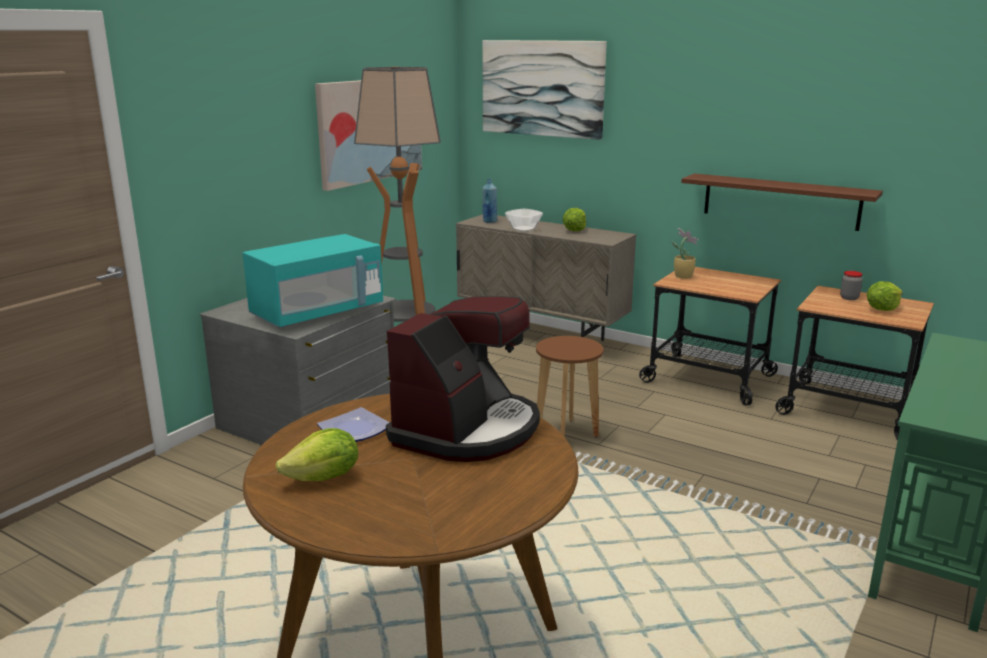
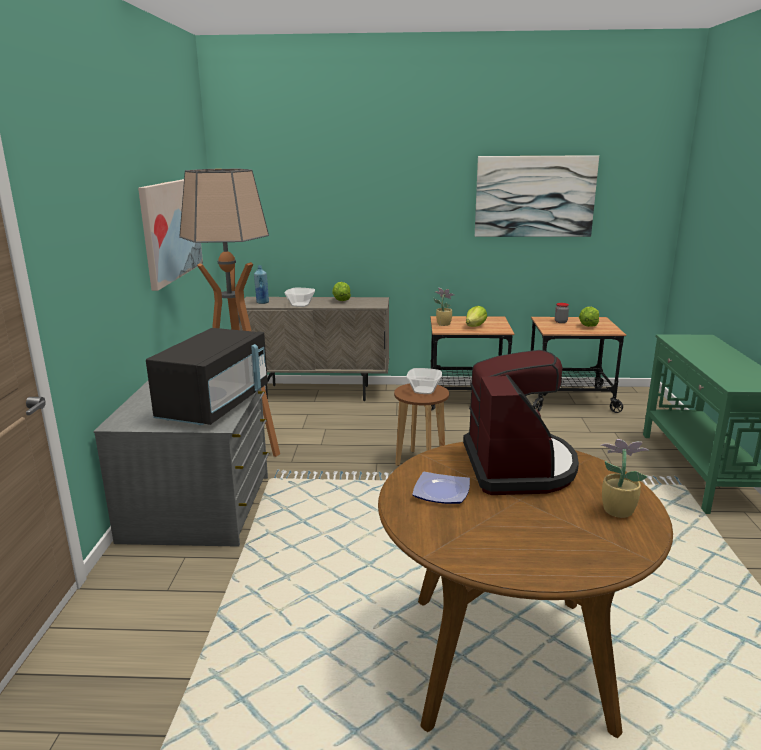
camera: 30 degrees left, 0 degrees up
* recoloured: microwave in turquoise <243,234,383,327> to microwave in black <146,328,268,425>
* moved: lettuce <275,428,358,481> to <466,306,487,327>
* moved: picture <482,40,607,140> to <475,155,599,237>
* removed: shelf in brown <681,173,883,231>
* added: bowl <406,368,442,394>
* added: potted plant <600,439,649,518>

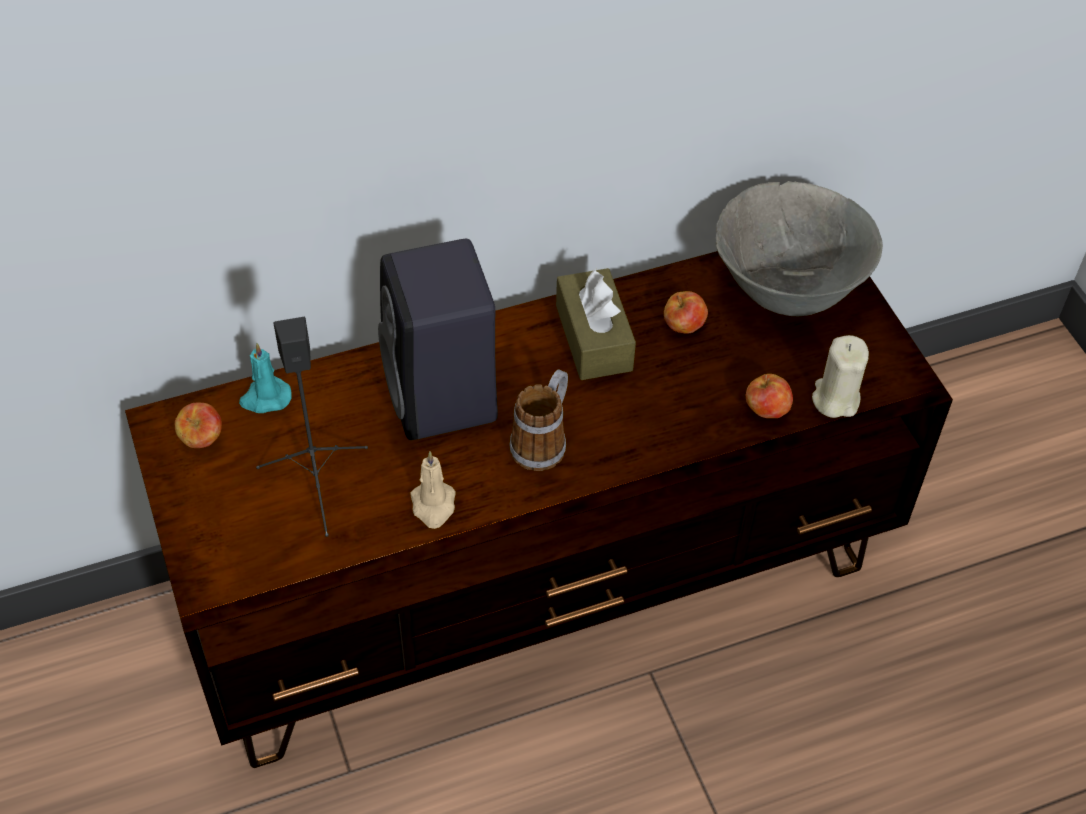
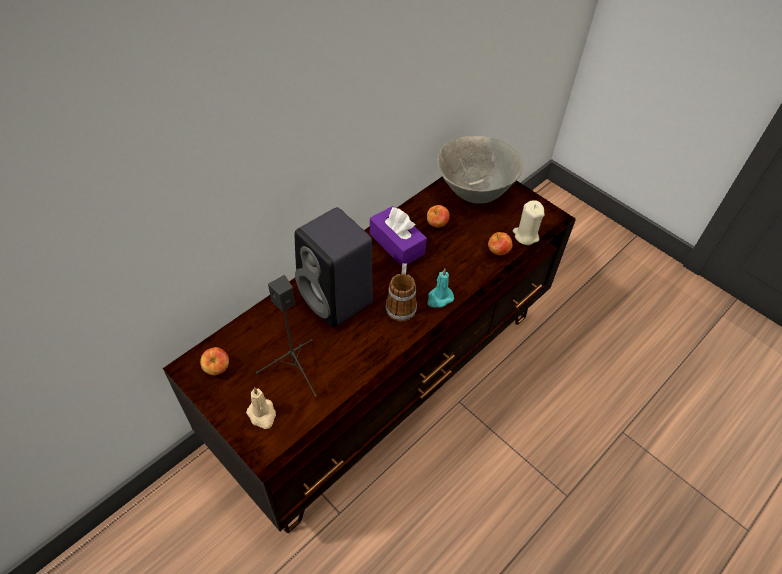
camera: 25 degrees left, 0 degrees up
* moved: candle in turquoise <239,343,292,413> to <427,268,454,308>
* moved: candle in beige <410,451,456,529> to <246,387,276,429>
* recoloured: tissue box in brown <556,268,636,380> to tissue box in purple <370,206,427,266>

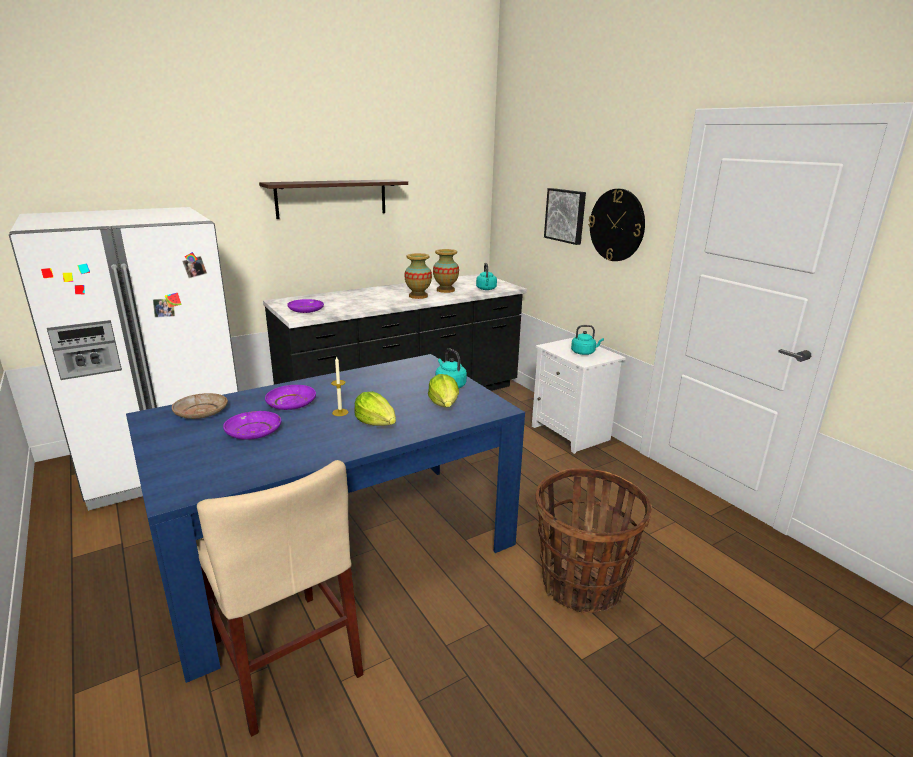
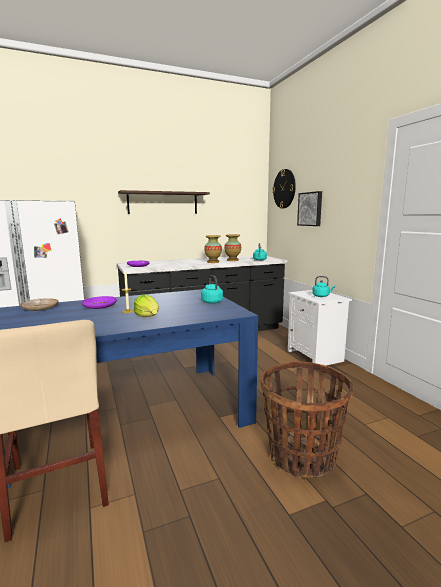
camera: 10 degrees right, 10 degrees down
* removed: plate in purple <223,411,281,440>
* removed: lettuce <428,374,459,407>
* moved: wall clock <588,189,645,261> to <272,169,296,209>

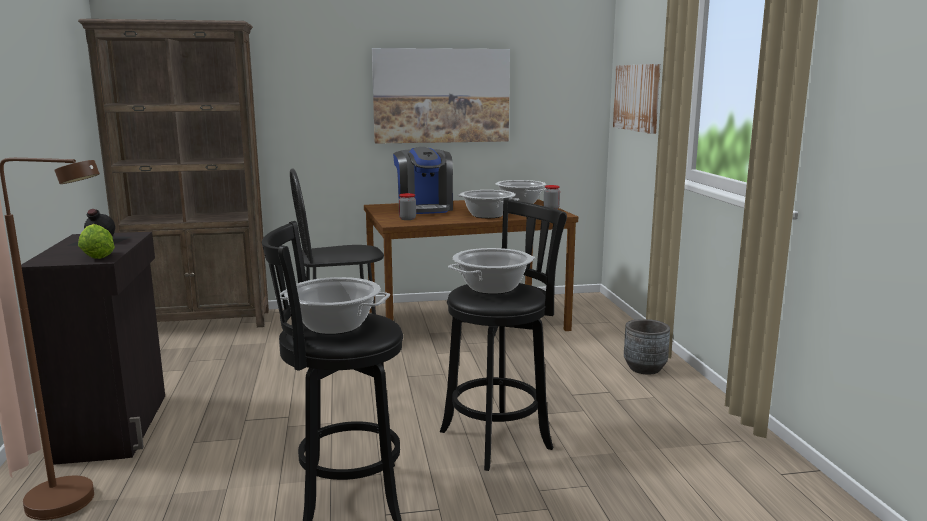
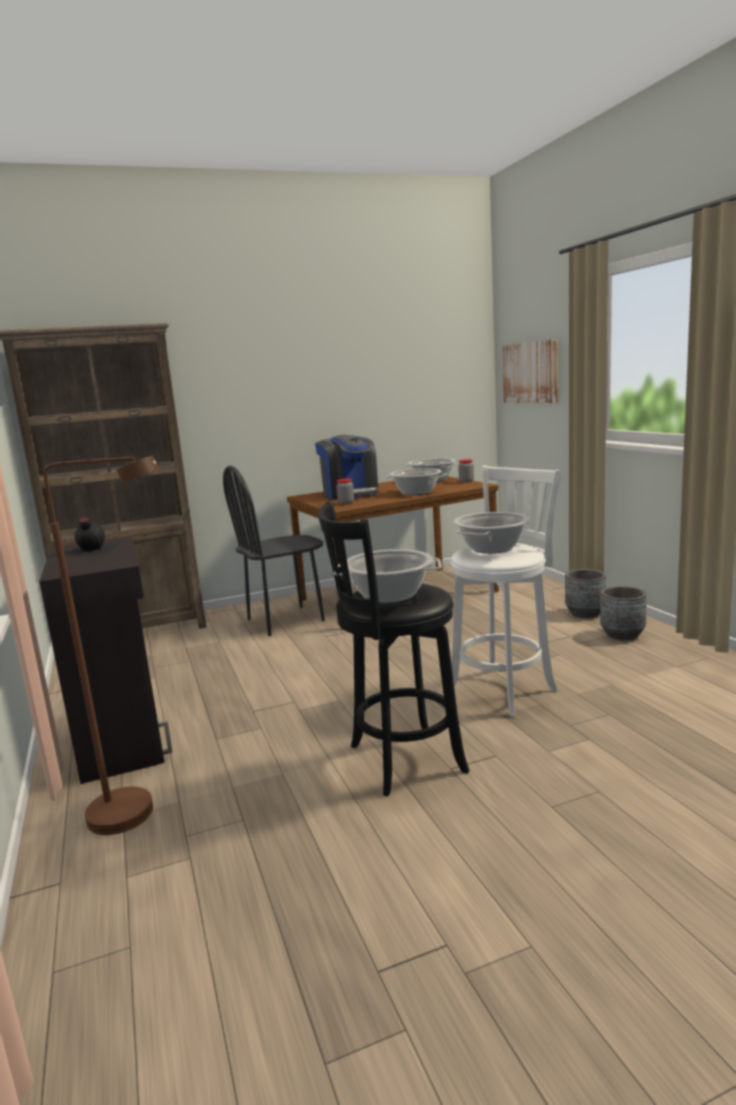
camera: 10 degrees left, 0 degrees up
* removed: lettuce <78,224,115,259>
* removed: picture <372,48,510,144>
* recoloured: stool in black <440,198,567,471> to stool in white <451,465,562,717>
* added: planter in grey <600,586,647,640>

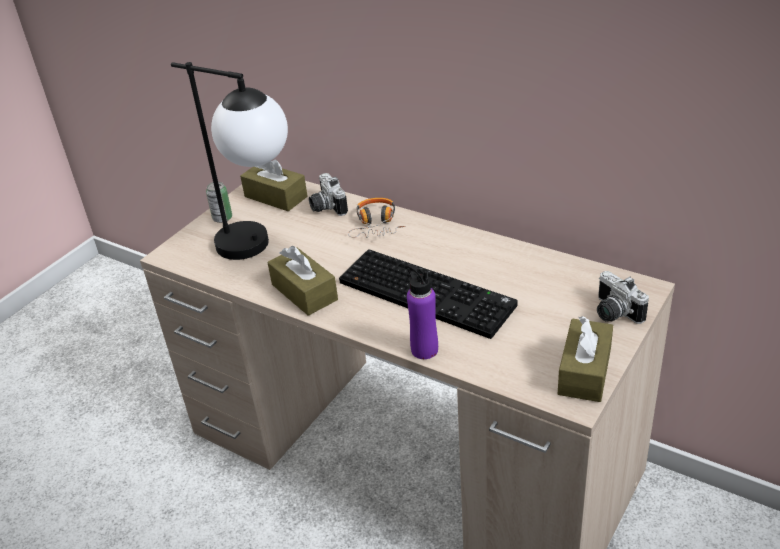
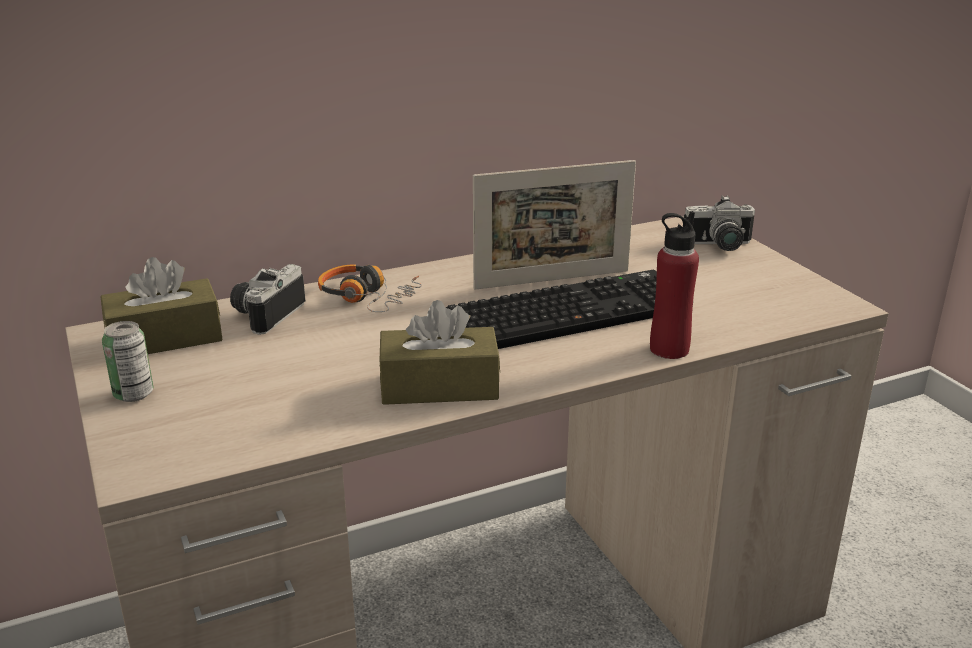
camera: 60 degrees left, 10 degrees down
* removed: table lamp <171,62,288,260>
* turned: photo camera <309,173,348,216> = <230,264,305,335> 105 degrees clockwise
* recoloured: bottle in purple <406,265,438,359> to bottle in red <650,211,699,359>
* removed: tissue box in brown <558,316,613,402>
* added: picture frame <473,160,636,289>

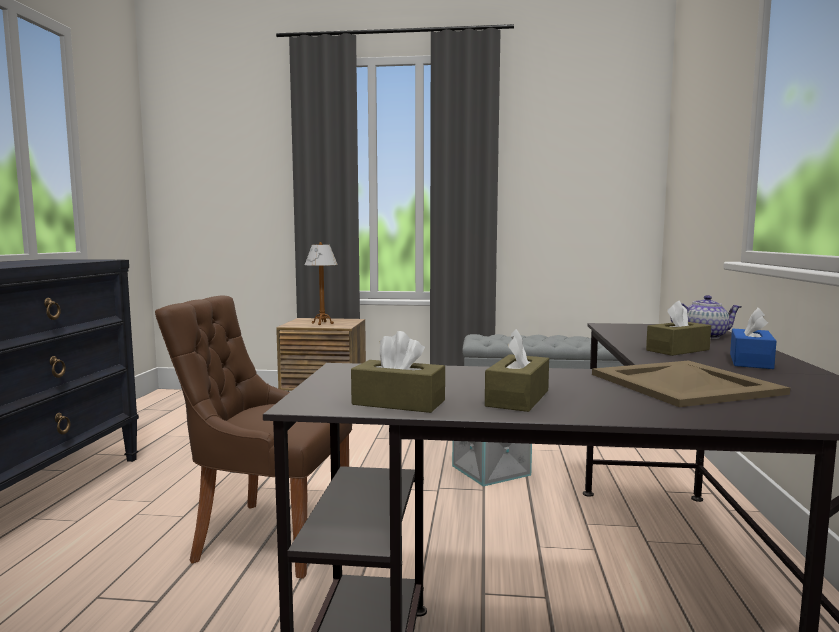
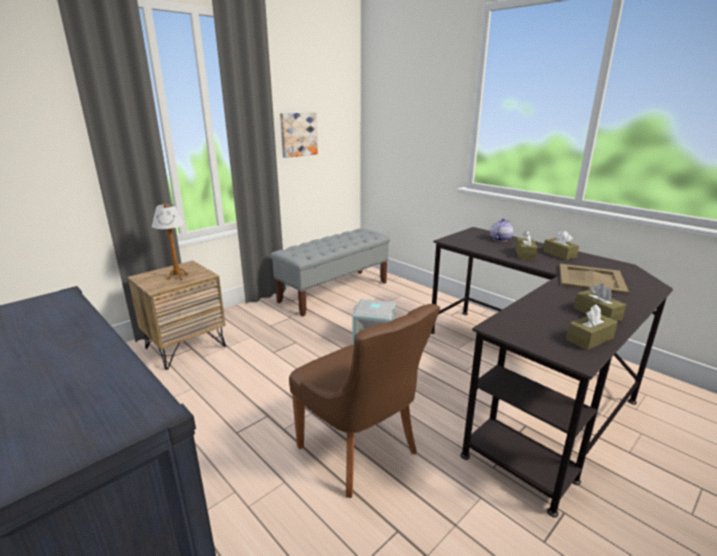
camera: 50 degrees left, 15 degrees up
* turned: chair in brown <155,295,352,579> = <289,304,440,498> 90 degrees counterclockwise
* recoloured: tissue box in blue <730,308,776,369> to tissue box in brown <543,231,579,260>
* added: picture <280,112,318,158>

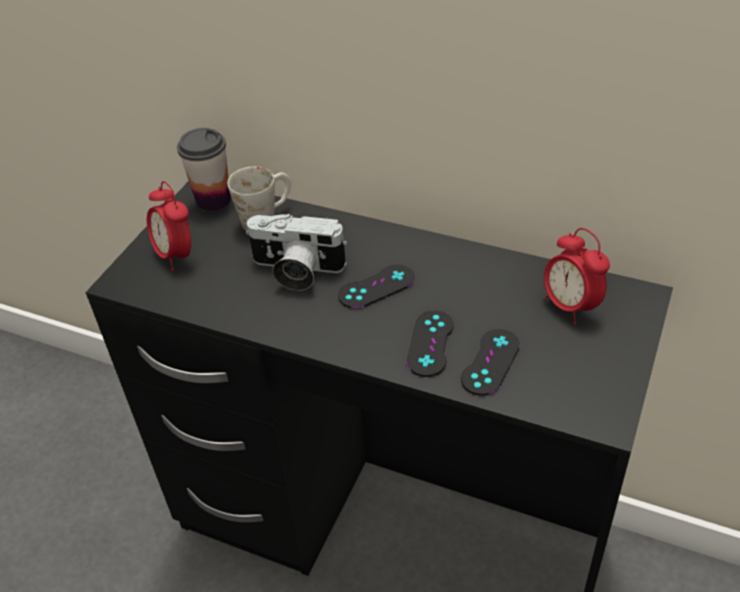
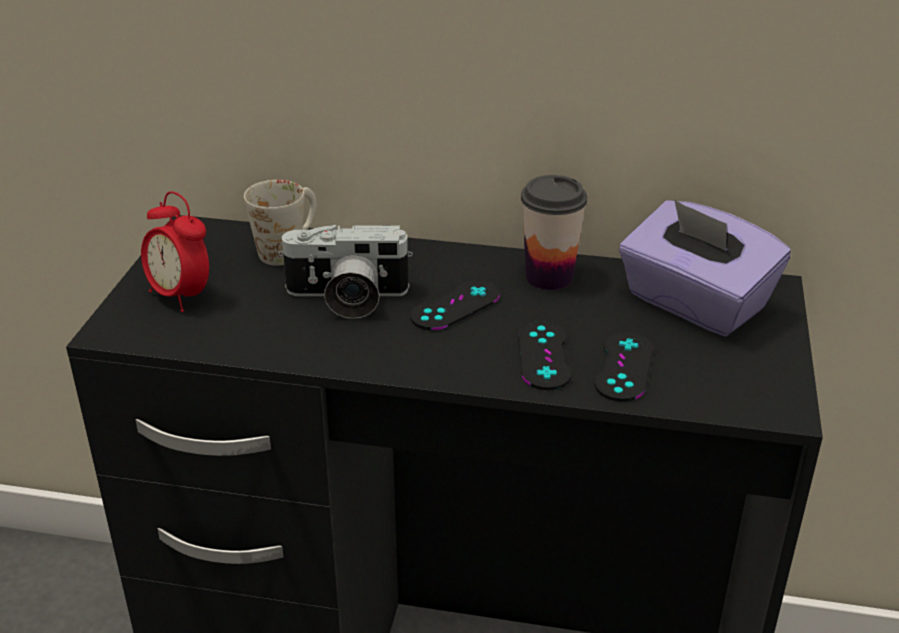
camera: 15 degrees left, 10 degrees down
* moved: cup <177,128,231,211> to <521,175,587,290>
* replaced: alarm clock <543,228,610,325> to tissue box in purple <619,199,791,336>

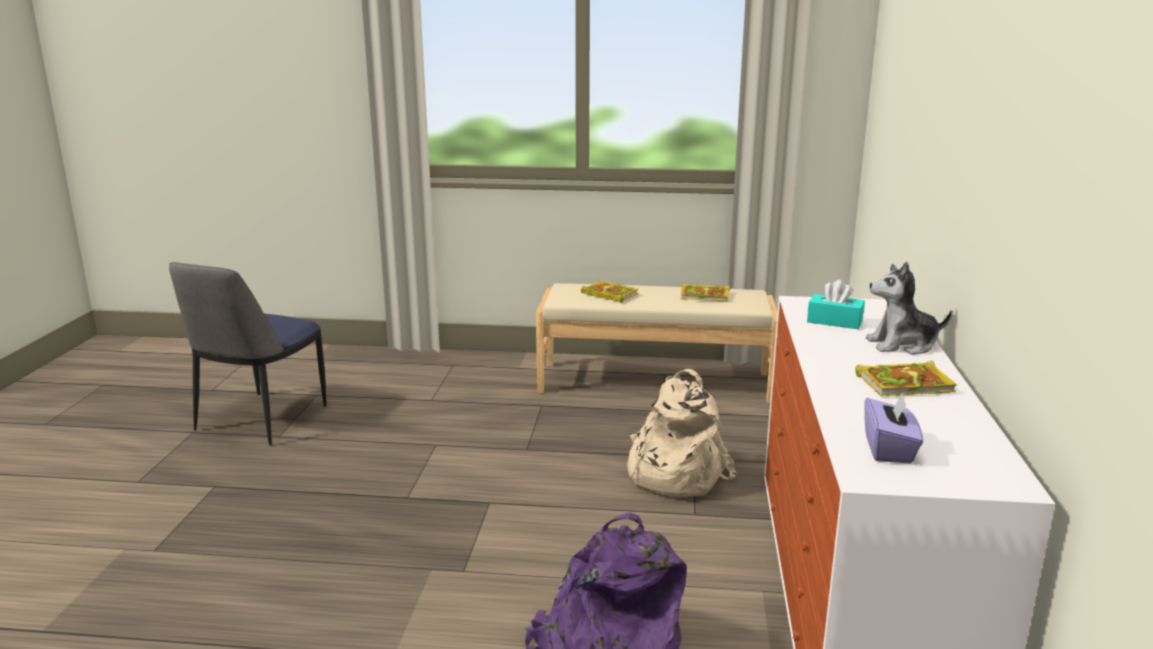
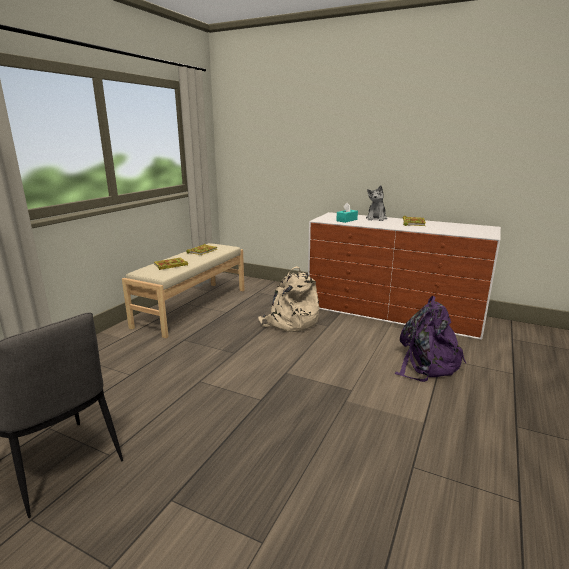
camera: 70 degrees left, 0 degrees up
* removed: tissue box in purple <864,392,923,463>

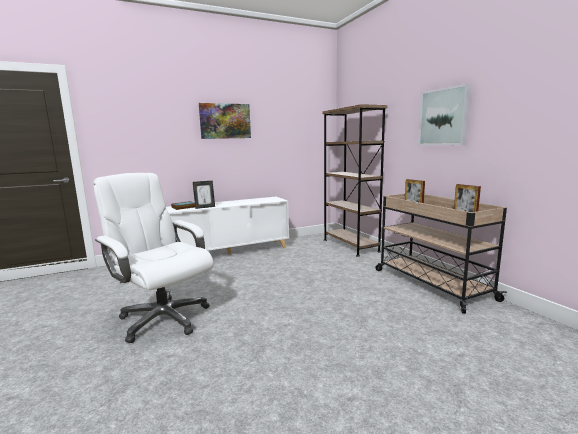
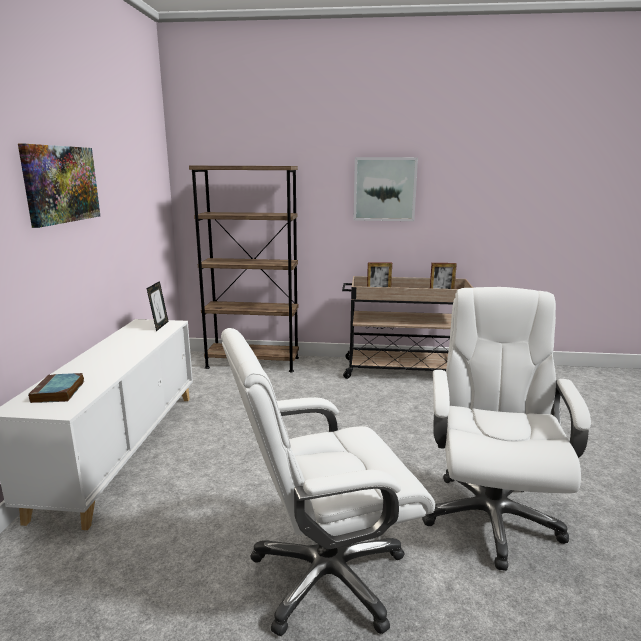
camera: 60 degrees left, 5 degrees up
* moved: picture frame <193,181,215,209> to <146,281,169,331>
* added: office chair in white <422,287,591,571>

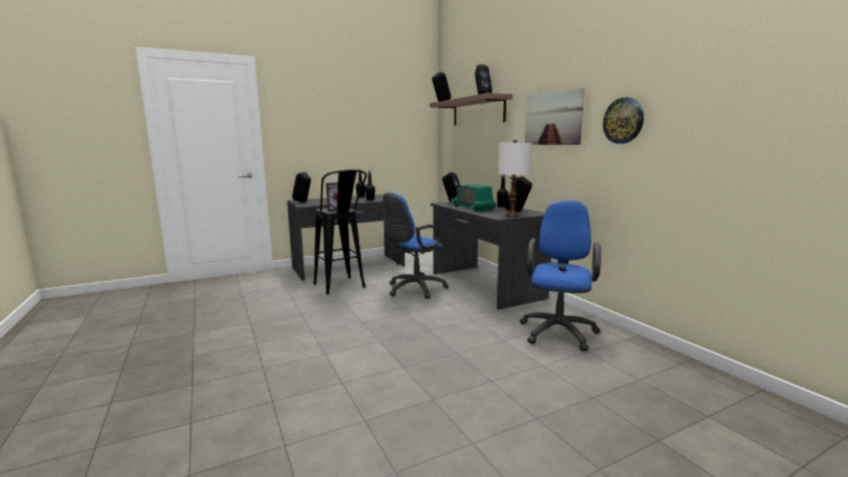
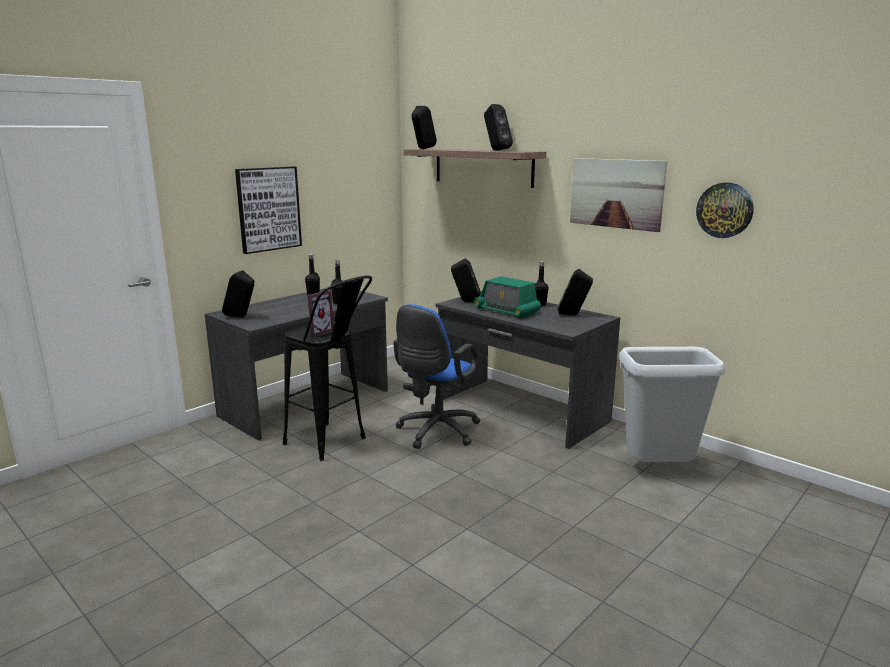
camera: 20 degrees left, 5 degrees up
* removed: table lamp in white <498,140,532,217>
* replaced: office chair in blue <520,200,601,351> to trash can in grey <619,347,726,462>
* added: picture <235,167,302,254>

